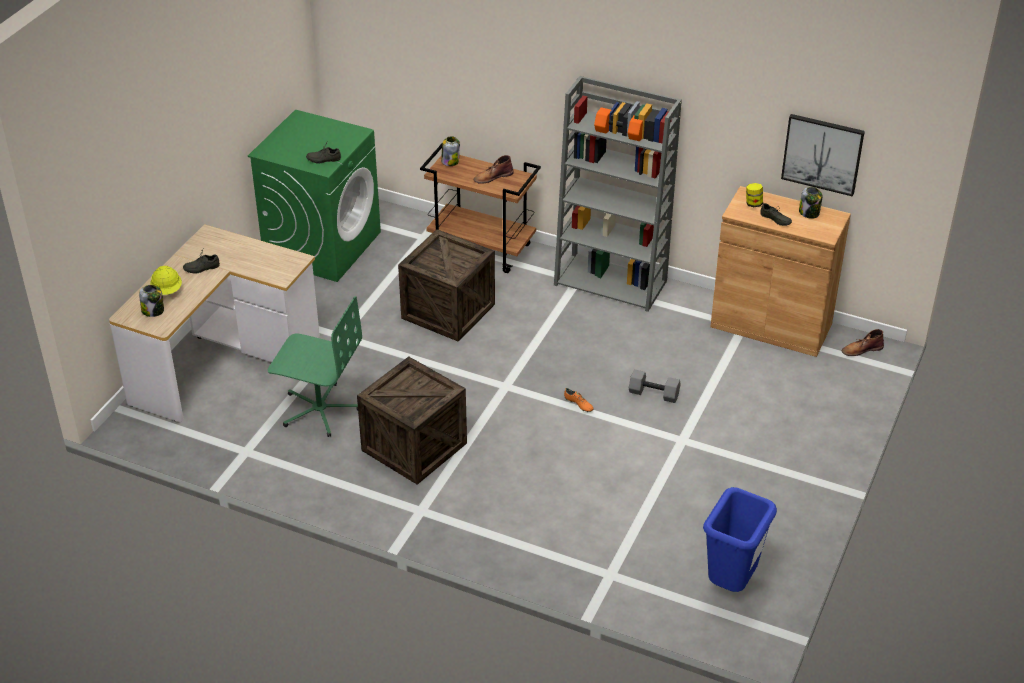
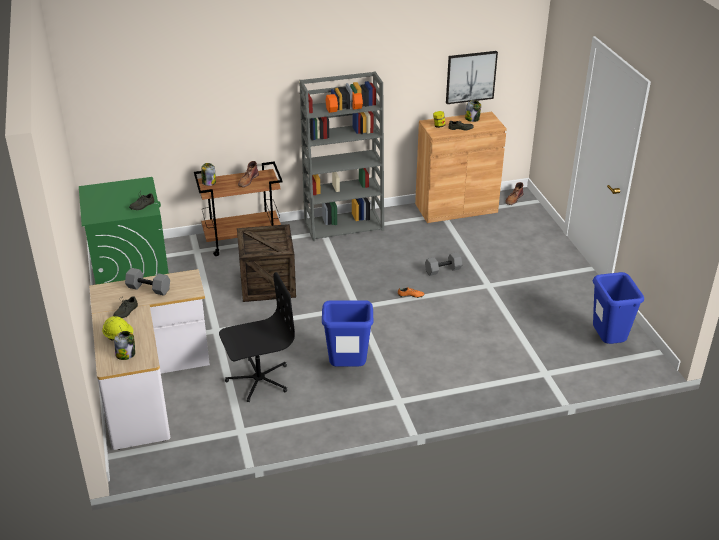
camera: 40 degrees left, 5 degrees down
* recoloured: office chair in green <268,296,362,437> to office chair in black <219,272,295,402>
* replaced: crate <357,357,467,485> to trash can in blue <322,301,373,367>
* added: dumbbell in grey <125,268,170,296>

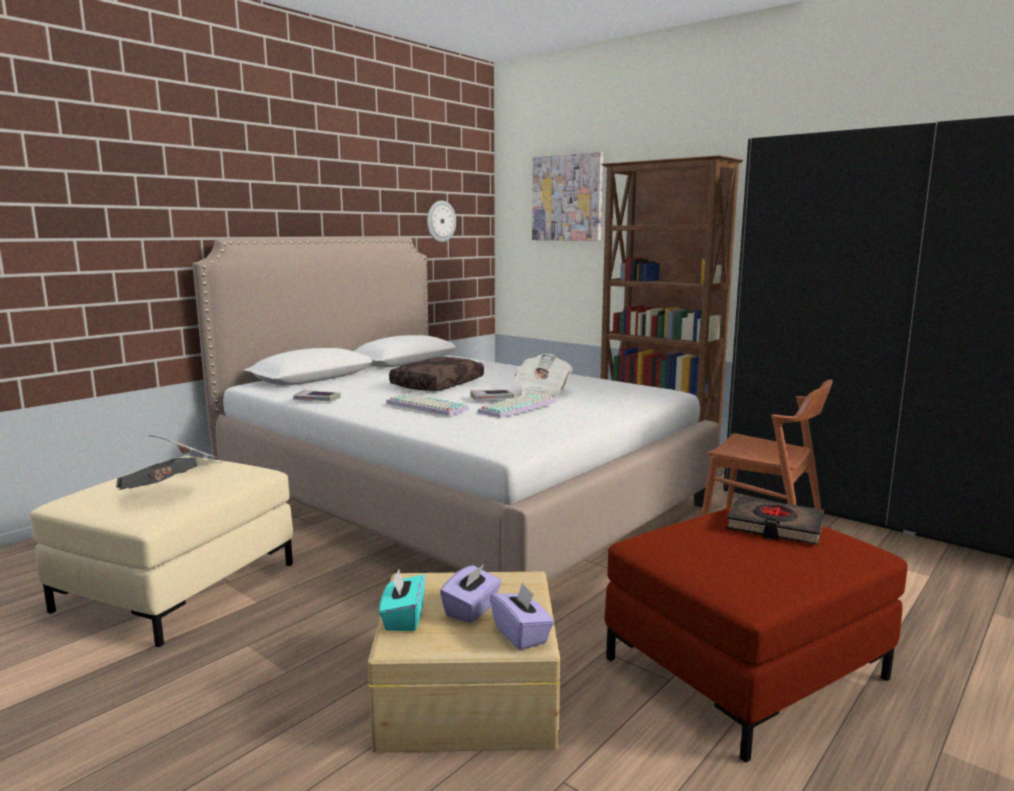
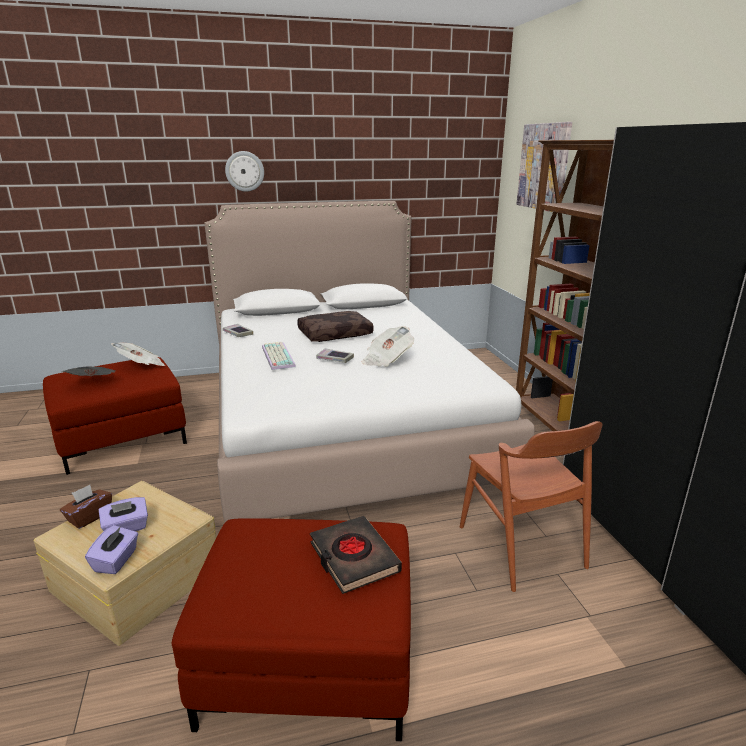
camera: 35 degrees right, 10 degrees up
* recoloured: ottoman in beige <30,456,293,647> to ottoman in red <43,357,187,475>
* recoloured: tissue box in turquoise <379,569,425,631> to tissue box in brown <60,485,112,529>
* moved: wall clock <427,201,456,242> to <225,151,264,192>
* removed: keyboard <477,393,556,418>

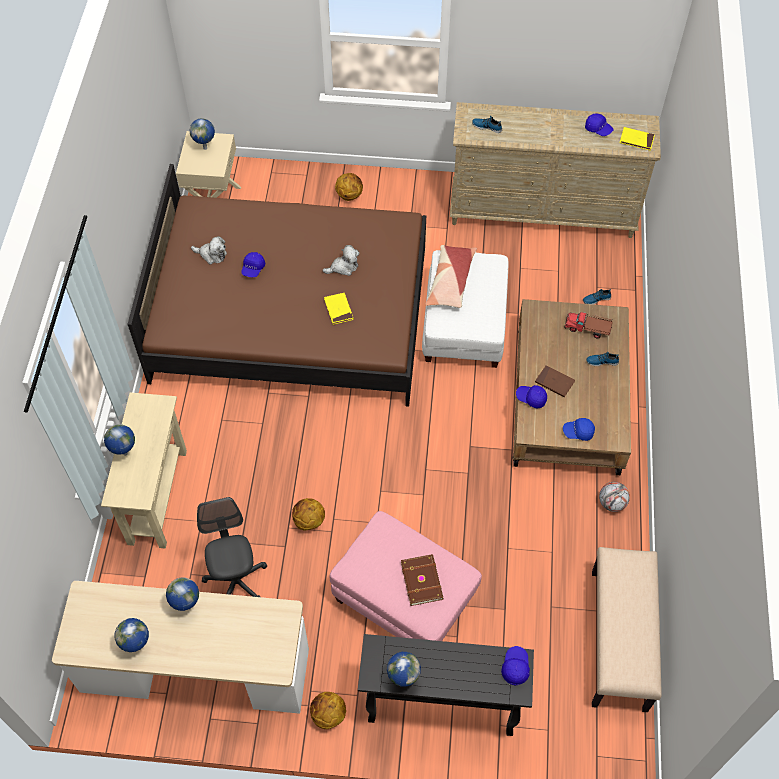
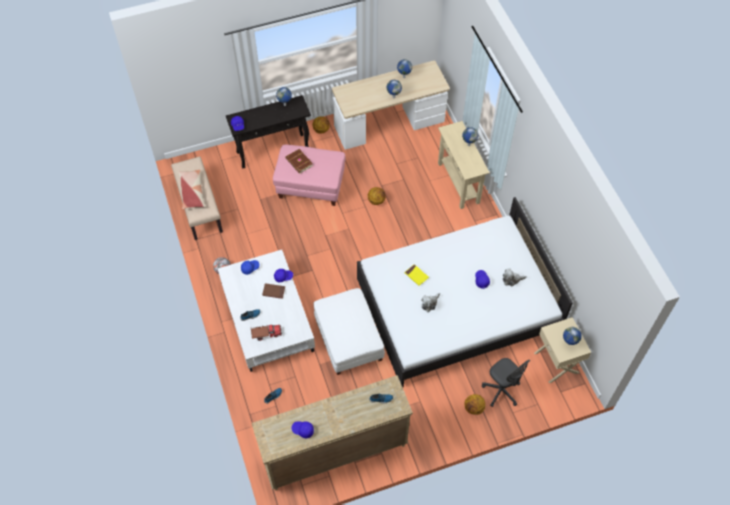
camera: 155 degrees right, 0 degrees up
* recoloured: bed in brown <127,164,426,407> to bed in white <357,197,573,387>
* moved: office chair in grey <197,497,267,597> to <482,358,530,407>
* moved: pillow <425,245,477,308> to <178,170,206,209>
* recoloured: coffee table in brown <513,299,631,475> to coffee table in white <218,250,315,372>
* removed: book in yellow <620,127,655,151>

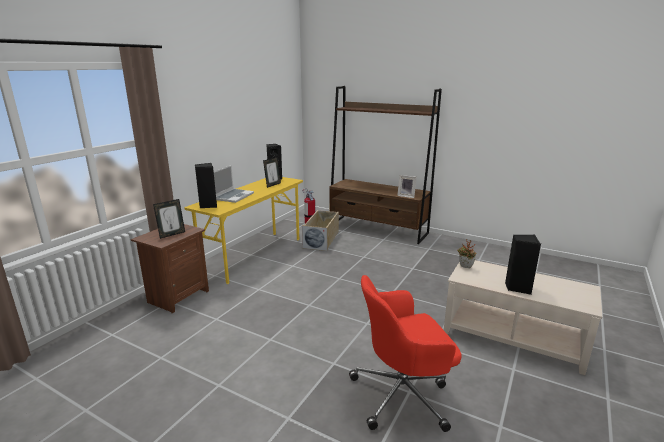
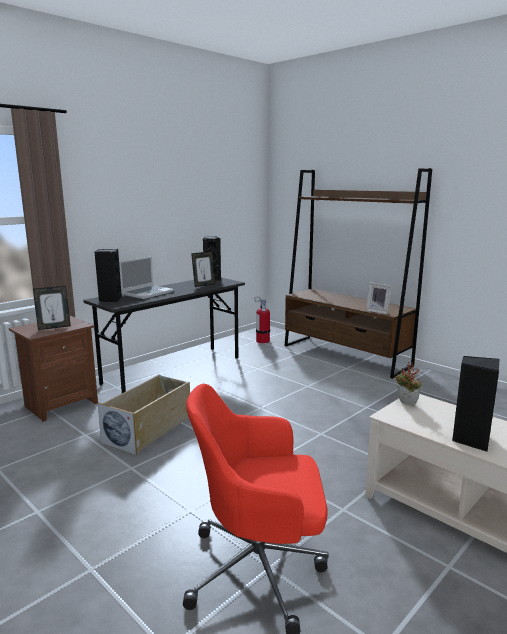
camera: 15 degrees right, 5 degrees down
* recoloured: desk in yellow <184,177,303,284> to desk in grey <83,278,245,393>
* moved: storage box in beige <302,210,339,251> to <98,375,190,455>

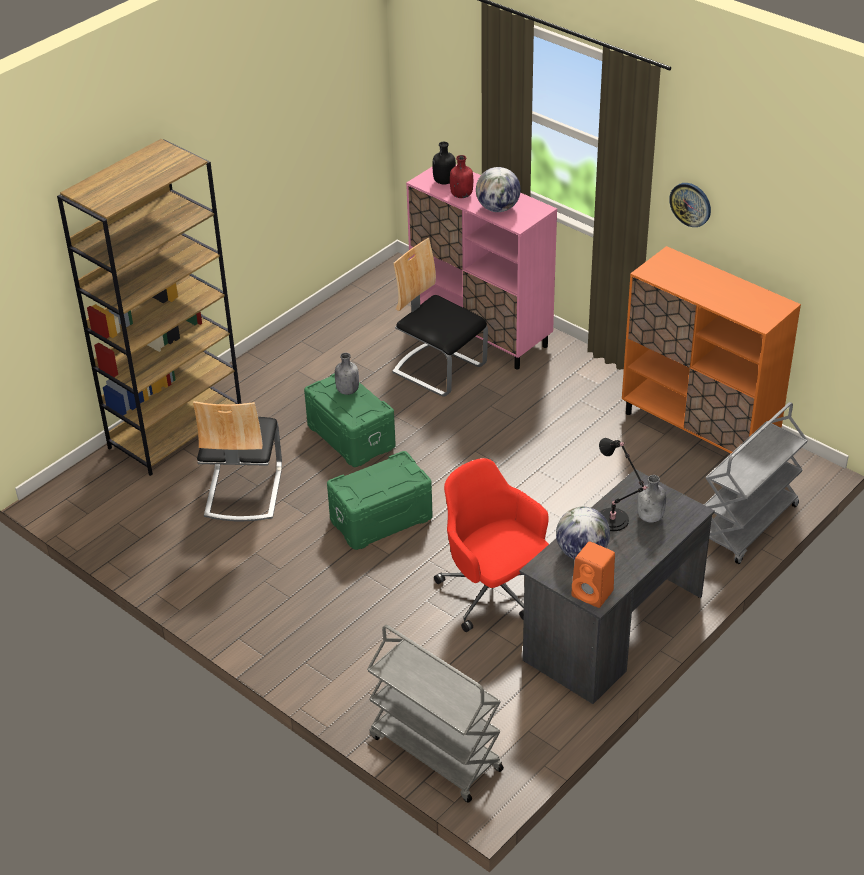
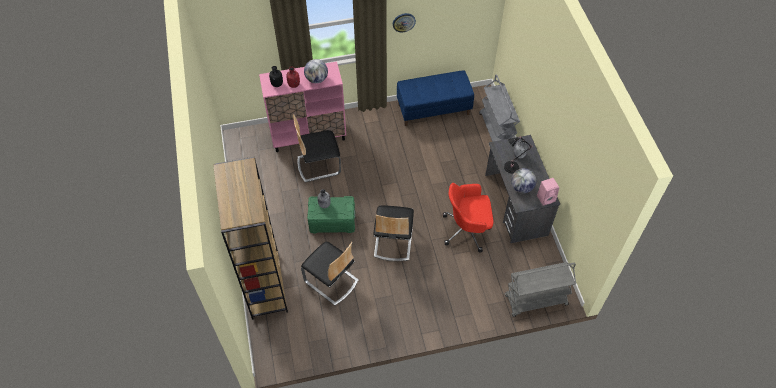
camera: 55 degrees left, 15 degrees up
* replaced: storage box in green <327,451,433,550> to chair <373,206,414,261>
* recoloured: speaker in orange <571,541,615,608> to speaker in pink <537,178,559,206>
* replaced: cabinet in orange <622,246,801,453> to bench in blue <397,70,474,126>

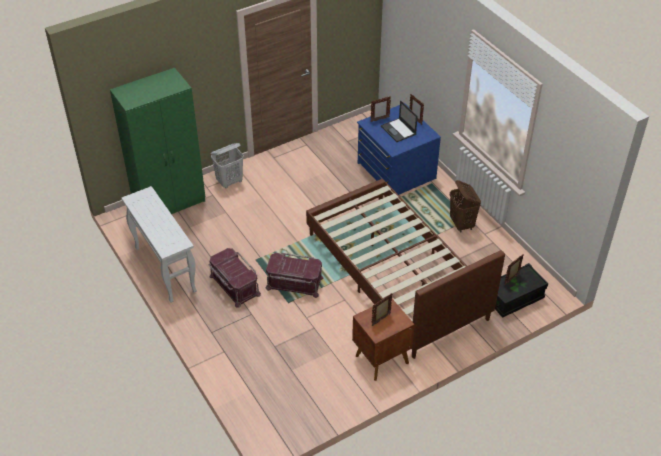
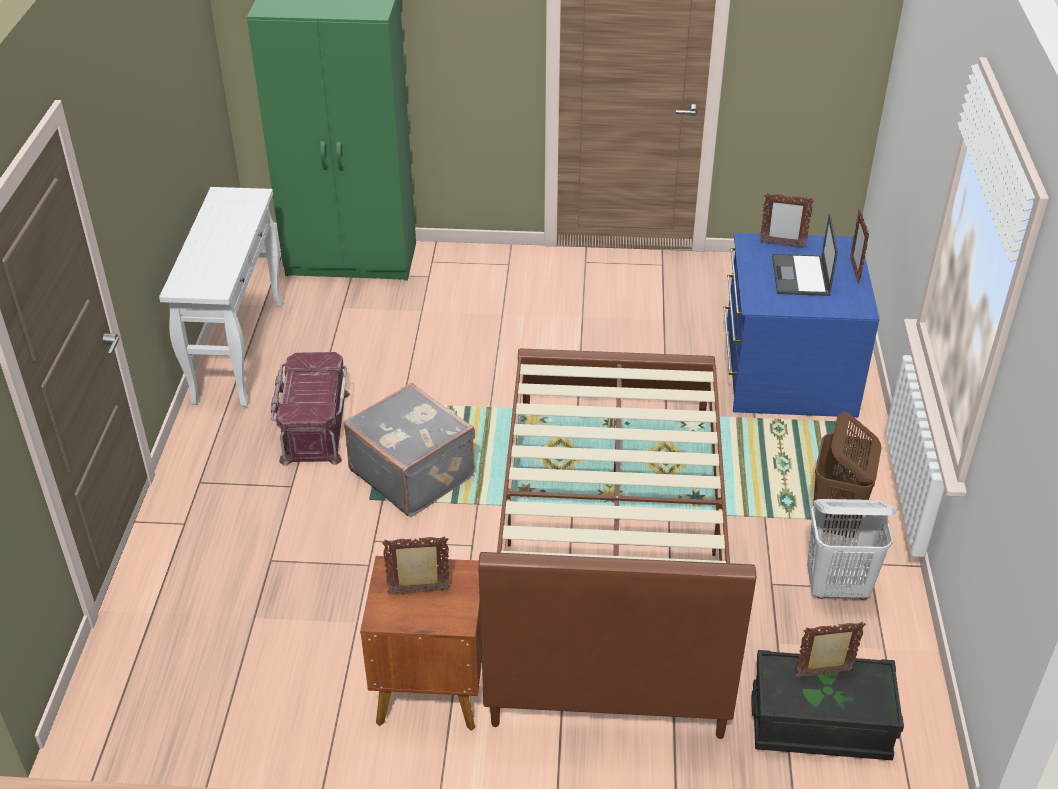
camera: 35 degrees right, 5 degrees down
* moved: laundry basket in white <211,143,244,188> to <807,499,896,600>
* replaced: storage box in red <266,253,323,298> to suitcase in grey <344,383,475,517>

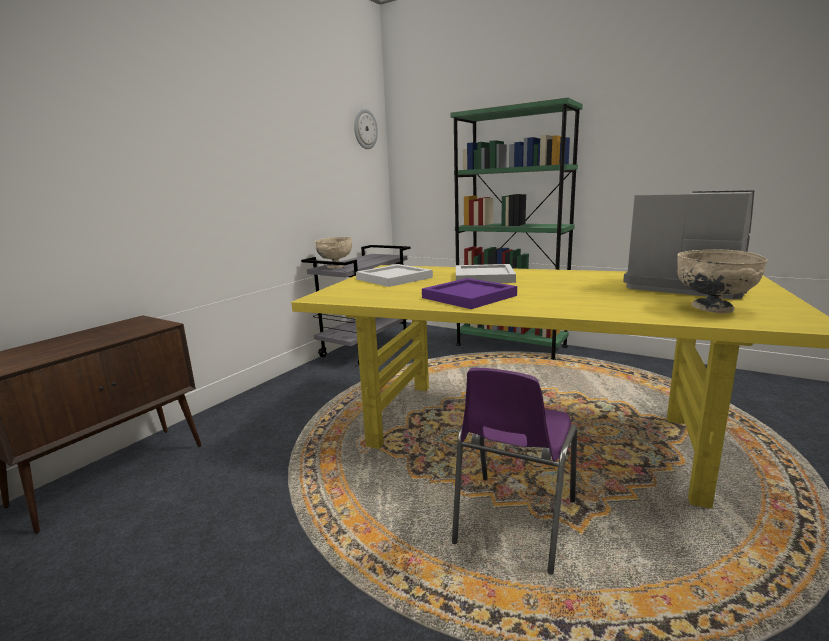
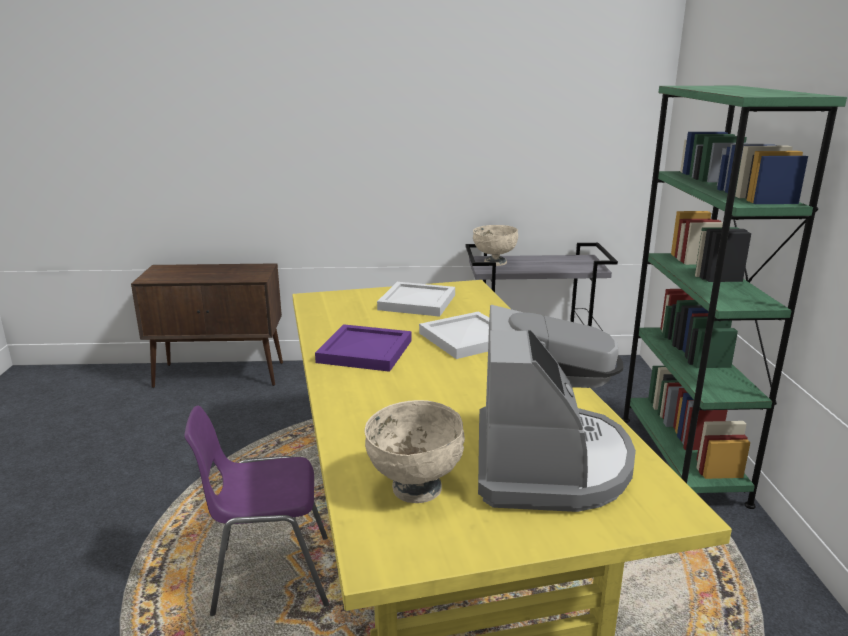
camera: 55 degrees right, 5 degrees up
* removed: wall clock <354,109,378,149>

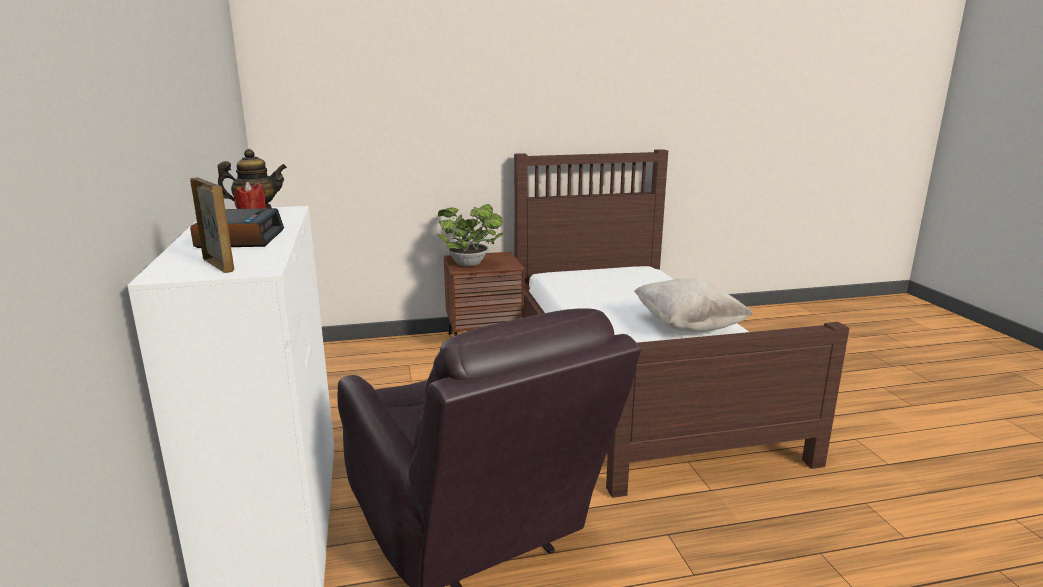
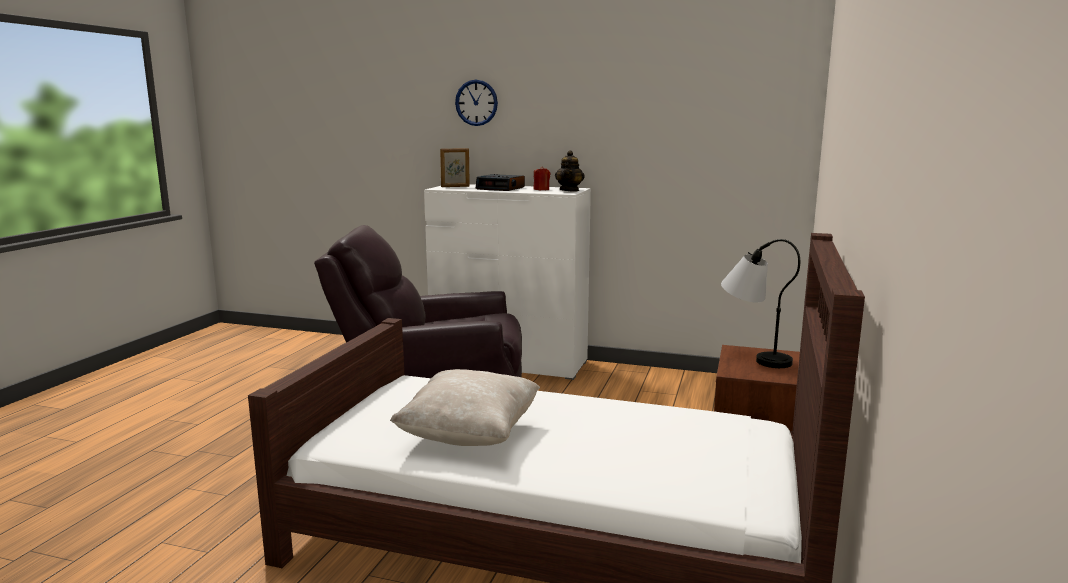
camera: 120 degrees right, 5 degrees down
* replaced: potted plant <437,204,503,266> to table lamp <721,239,800,368>
* added: wall clock <455,80,498,126>

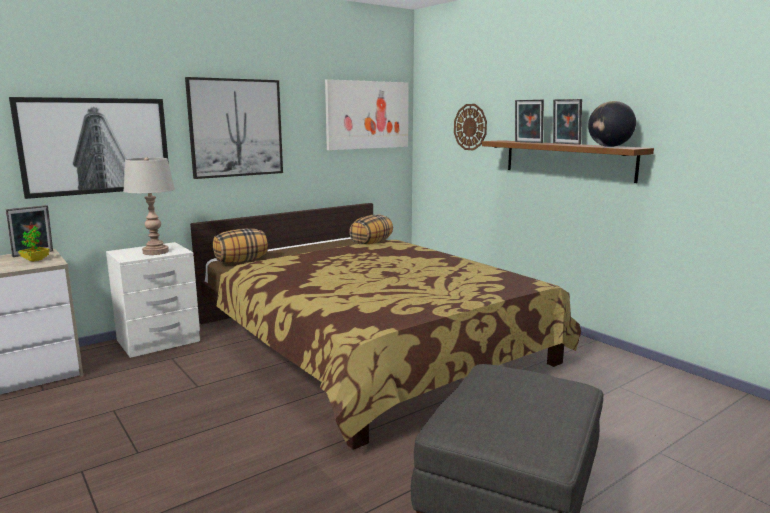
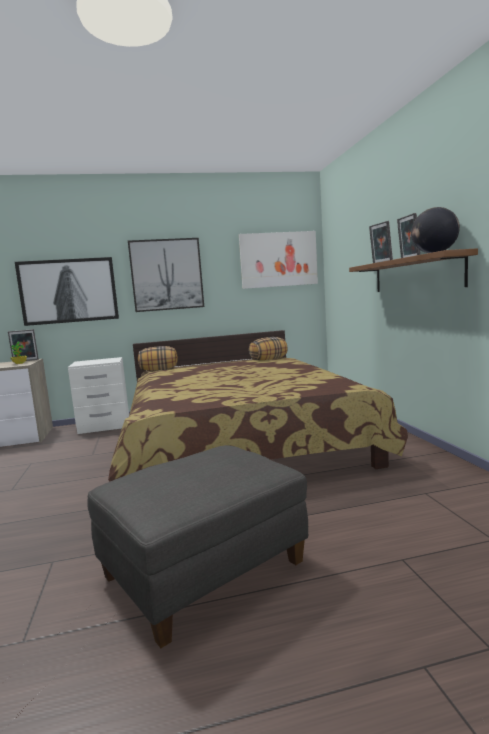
camera: 25 degrees right, 5 degrees down
* removed: table lamp in grey <123,157,175,255>
* removed: wall clock <454,104,487,150>

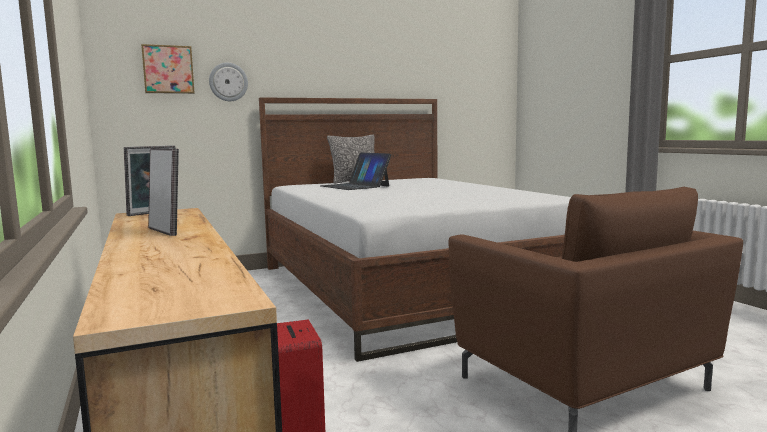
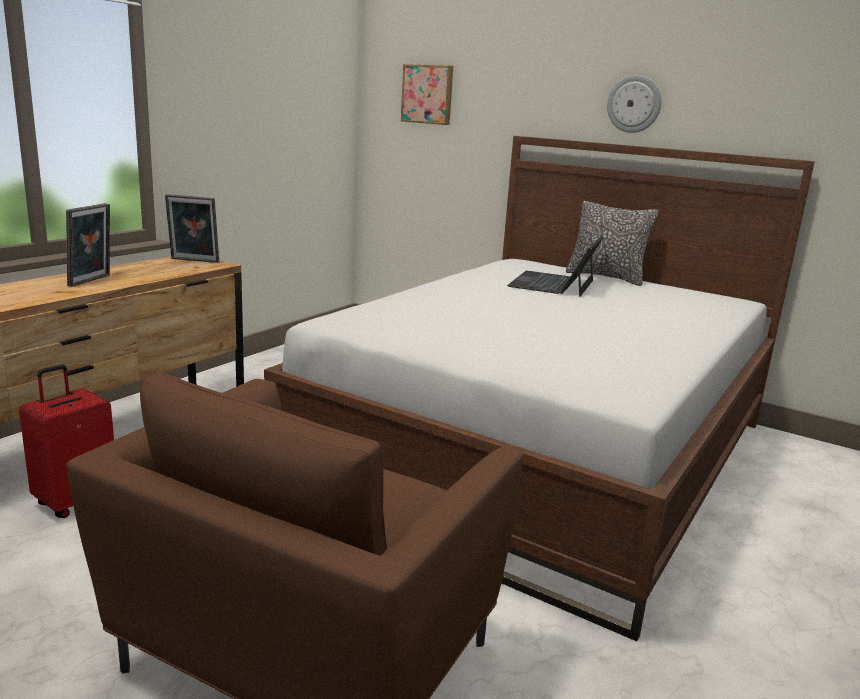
camera: 55 degrees right, 10 degrees up
* moved: wall clock <209,63,248,101> to <607,75,661,133>

